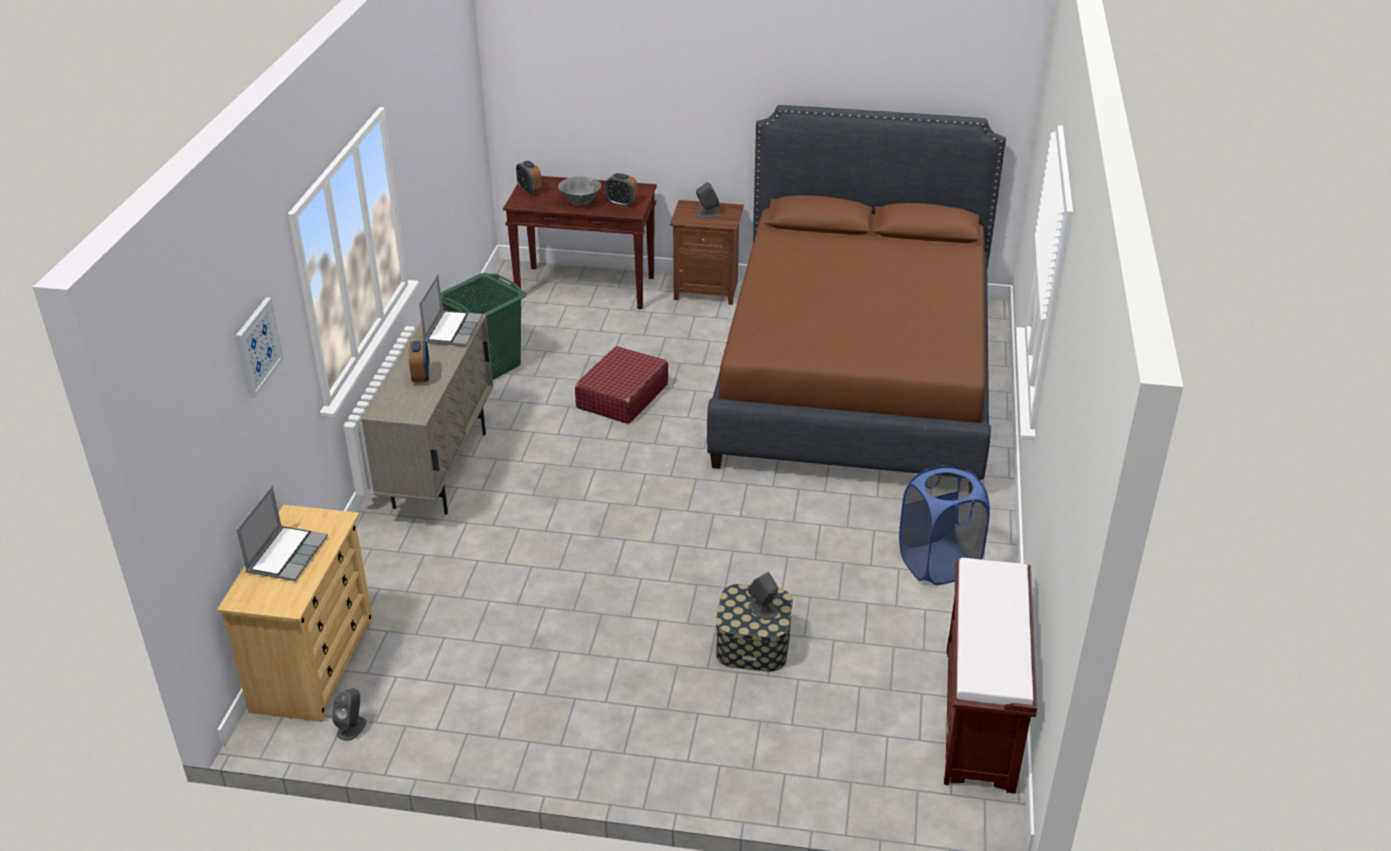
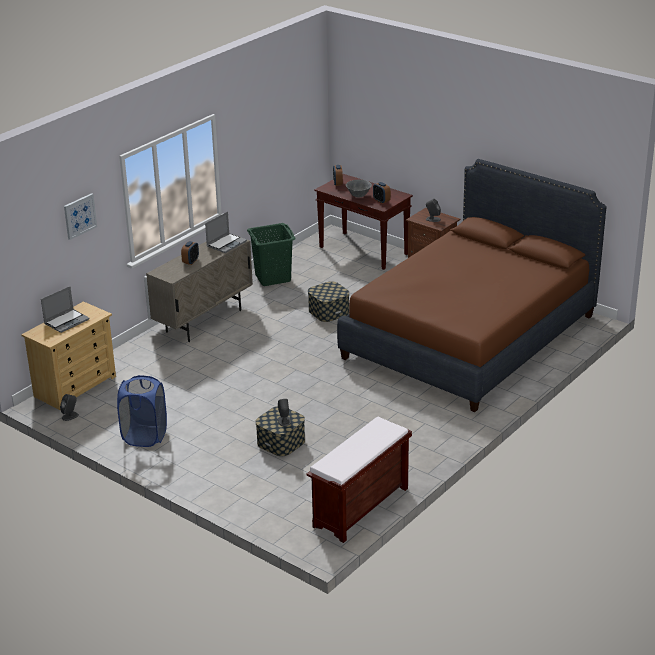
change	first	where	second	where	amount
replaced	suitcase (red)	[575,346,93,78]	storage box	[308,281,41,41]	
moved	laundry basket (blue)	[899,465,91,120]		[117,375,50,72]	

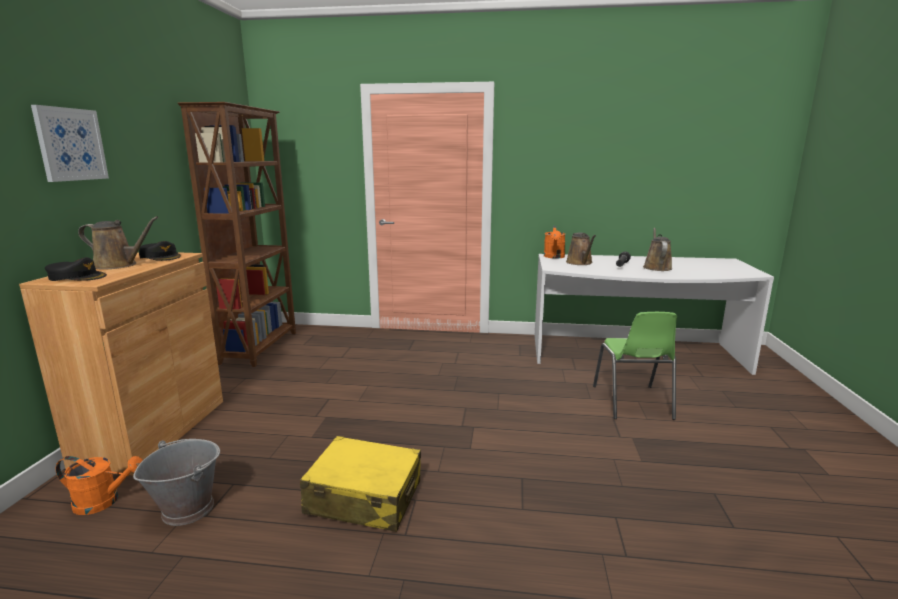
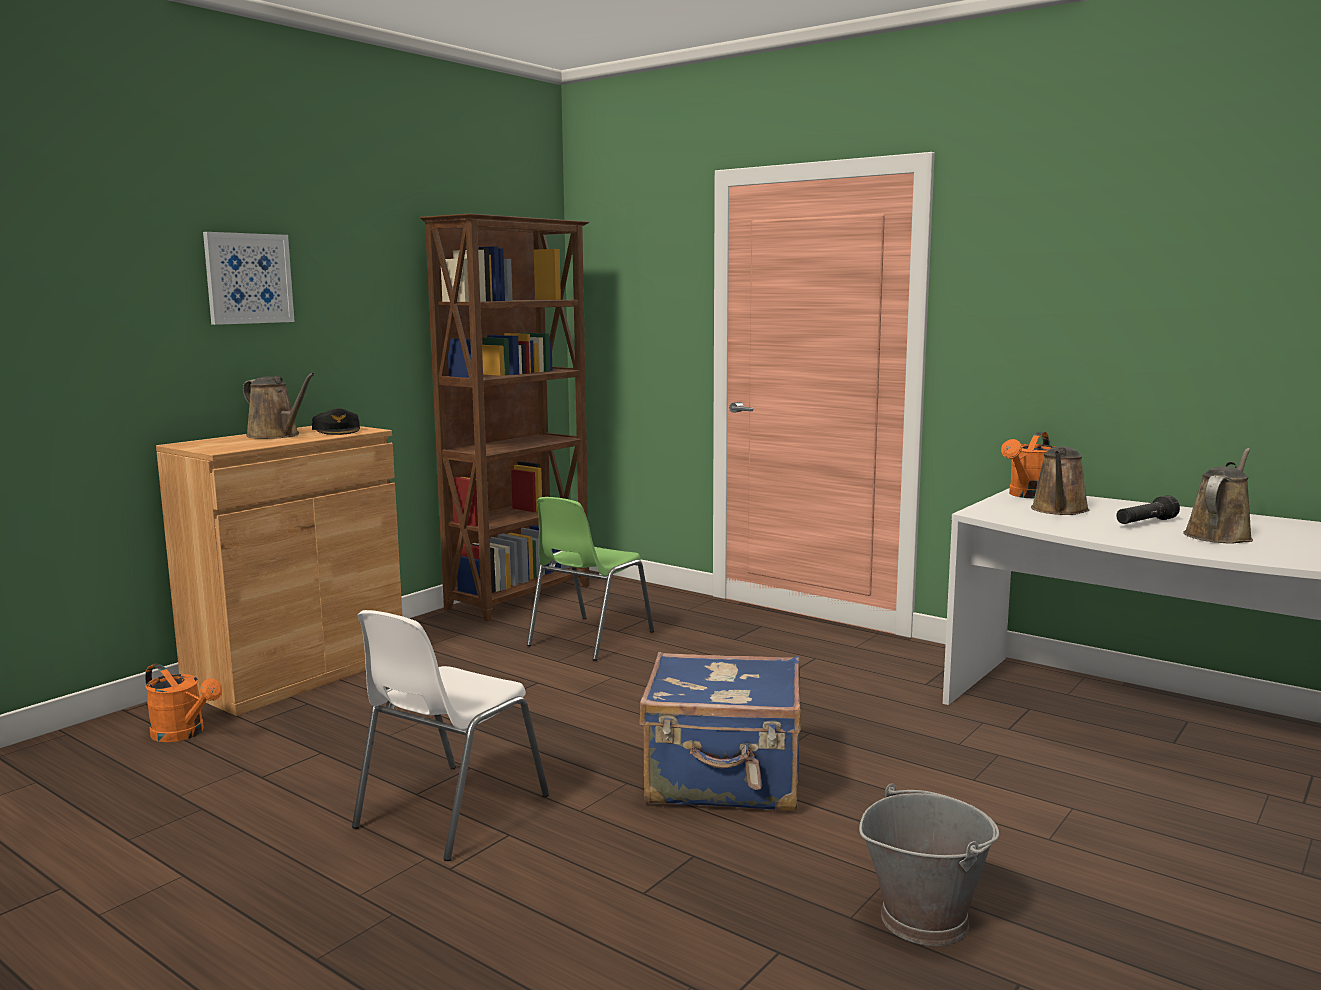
change	first	where	second	where	amount
removed	cap (black)	[45,257,62,24]			
moved	chair (green)	[593,312,84,108]		[527,497,127,164]	
replaced	suitcase (yellow)	[300,436,121,96]	chair (white)	[352,610,197,251]	
moved	bucket (grey)	[133,439,87,87]		[859,784,140,162]	
added			suitcase (blue)	[639,652,162,159]	

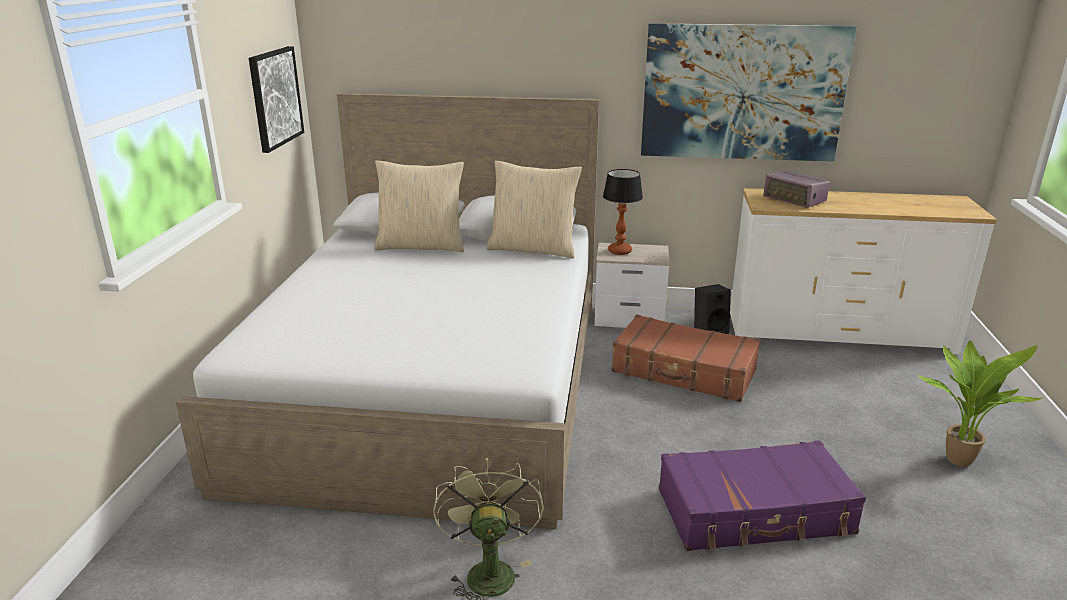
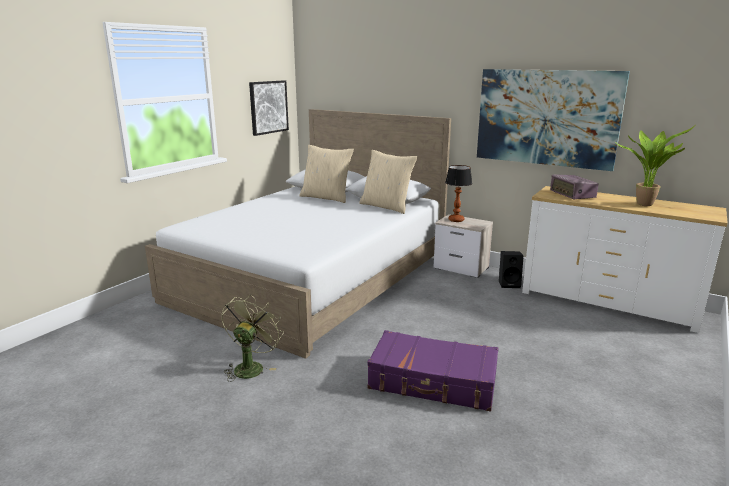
change	first	where	second	where	amount
removed	suitcase (brown)	[611,315,150,87]			
moved	potted plant	[917,341,127,126]		[615,125,81,81]	

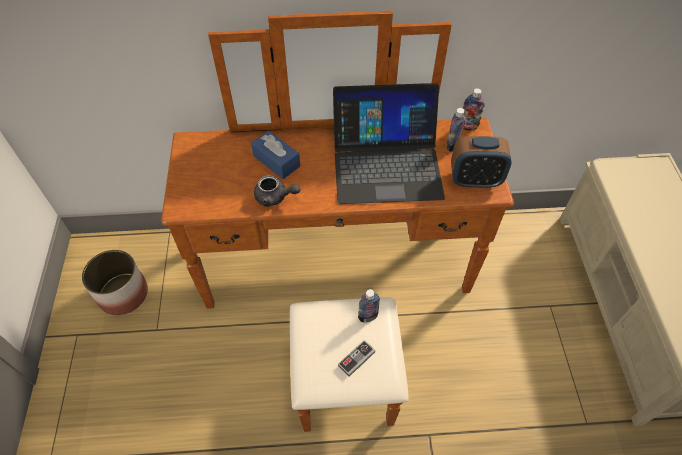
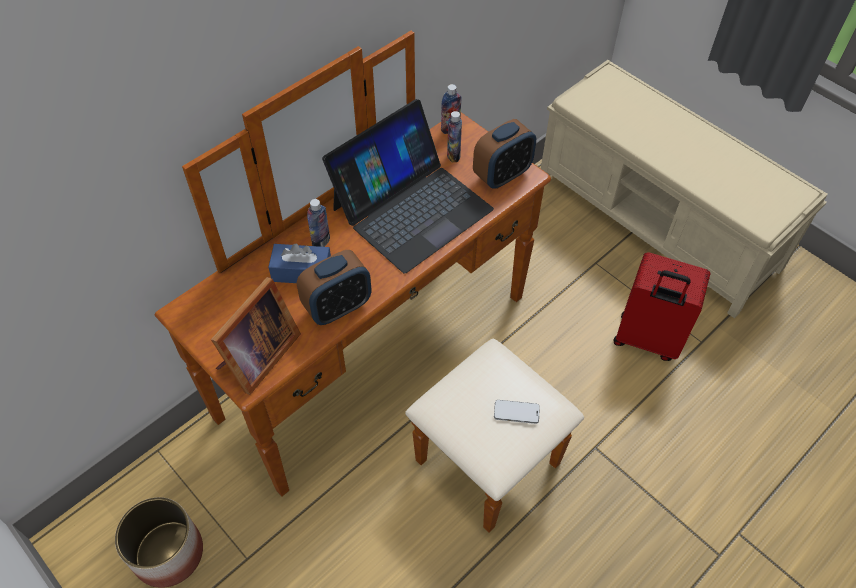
change	first	where	second	where	amount
replaced	teapot (grey)	[254,175,46,32]	alarm clock	[297,250,74,75]	
moved	bottle	[358,289,22,33]		[307,199,23,48]	
replaced	game controller	[338,340,37,36]	phone	[494,400,46,24]	
added			suitcase (red)	[613,252,97,109]	
added			picture frame	[211,277,90,118]	

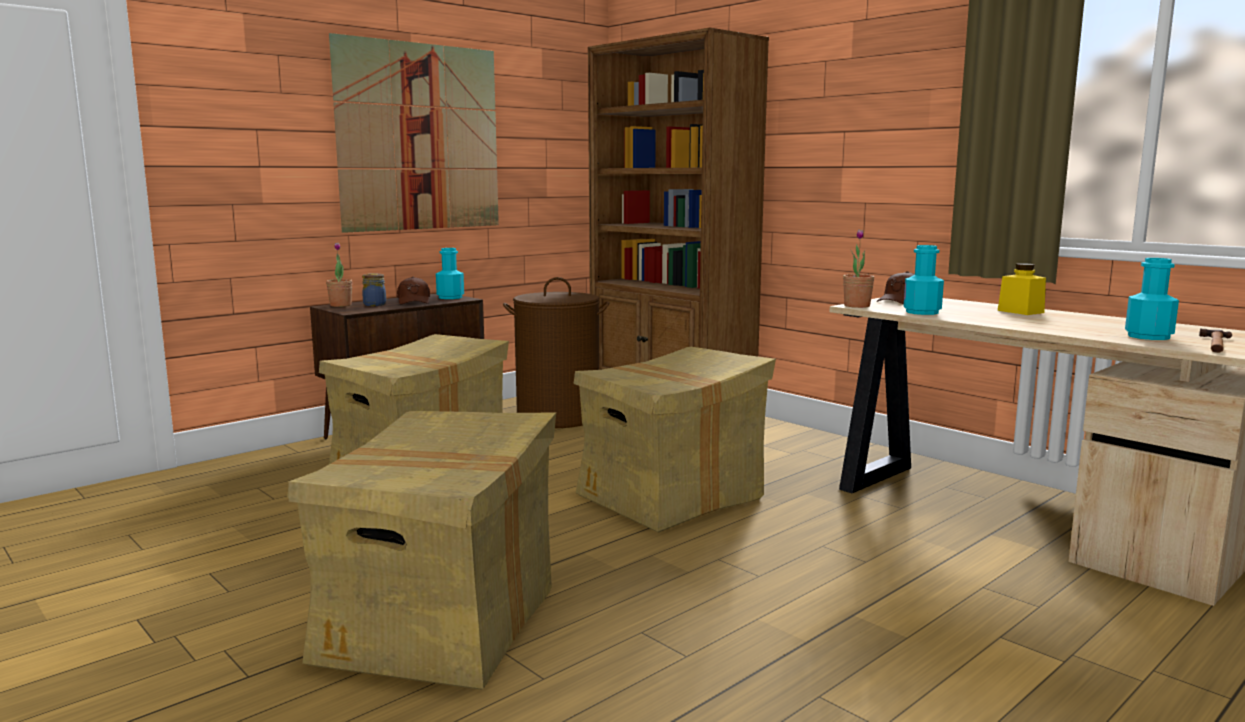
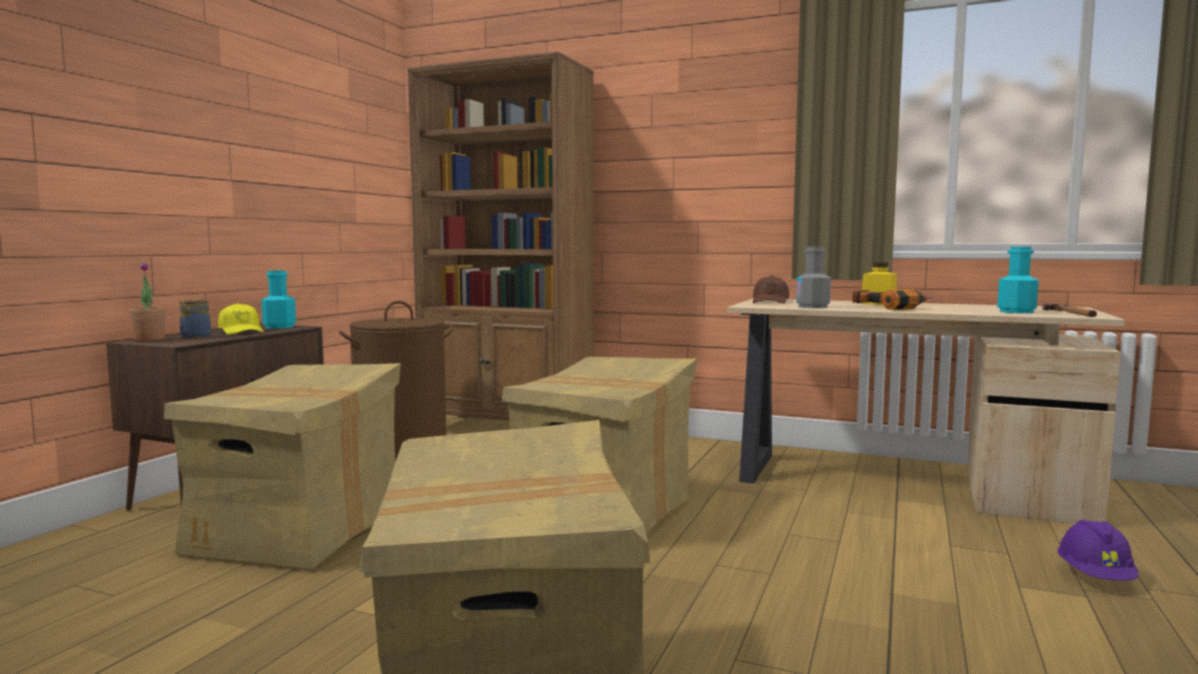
change	first	where	second	where	amount
removed	picture	[329,33,170,200]			
removed	potted plant	[843,229,31,79]			
recoloured	bottle (turquoise)	[903,245,41,70]	bottle (grey)	[796,247,35,61]	
recoloured	cap (brown)	[397,277,33,27]	cap (yellow)	[218,303,46,32]	
added			power drill	[852,288,81,22]	
added			hard hat (purple)	[1058,520,81,61]	

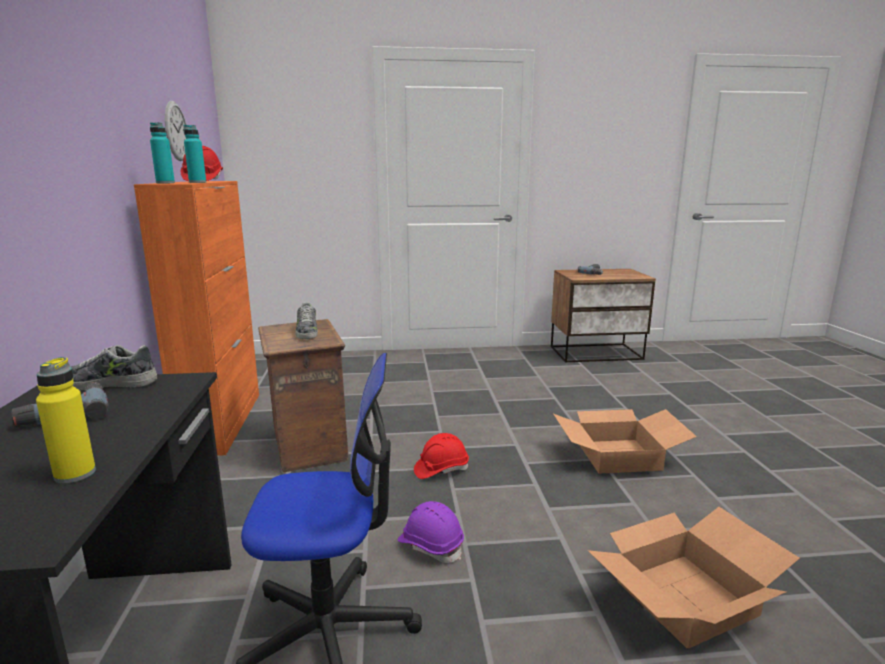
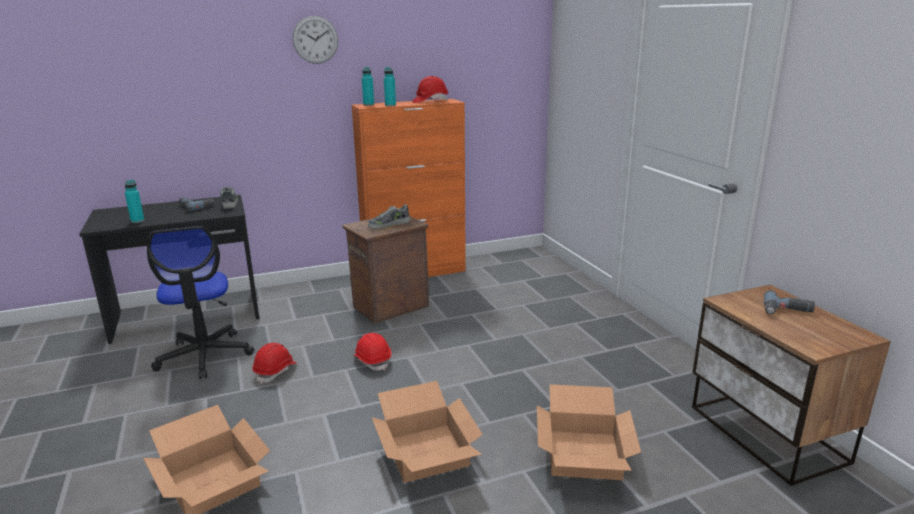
change	first	where	second	where	amount
moved	wall clock	[165,101,21,60]		[292,16,46,48]	
recoloured	bottle (yellow)	[36,357,60,127]	bottle (turquoise)	[125,180,19,43]	
recoloured	hard hat (purple)	[397,501,67,62]	hard hat (red)	[252,343,45,41]	
added			cardboard box	[537,384,104,96]	

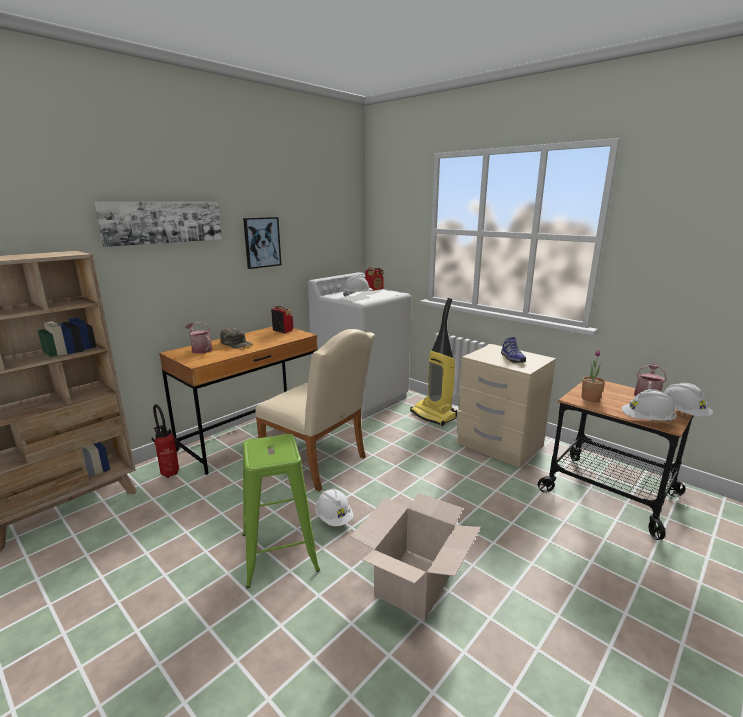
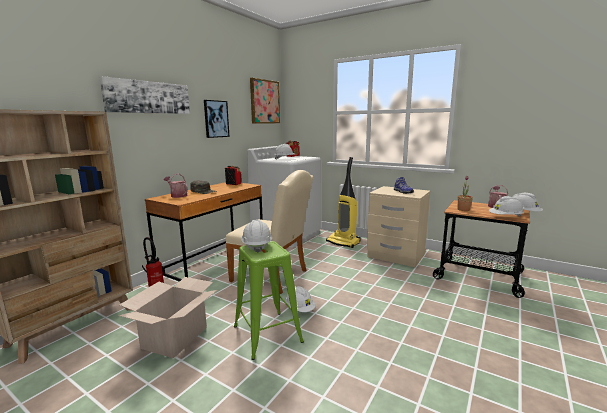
change	first	where	second	where	amount
moved	cardboard box	[350,493,131,128]		[119,277,98,81]	
added			picture	[250,78,30,46]	
added			hard hat (white)	[241,219,31,34]	

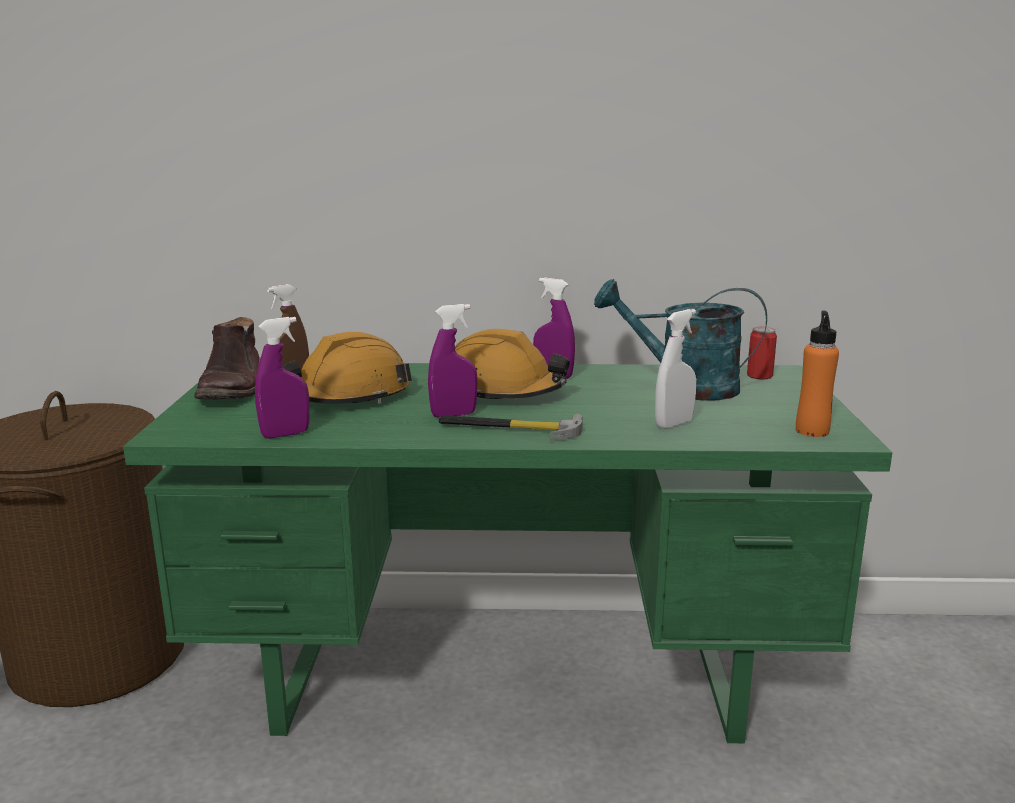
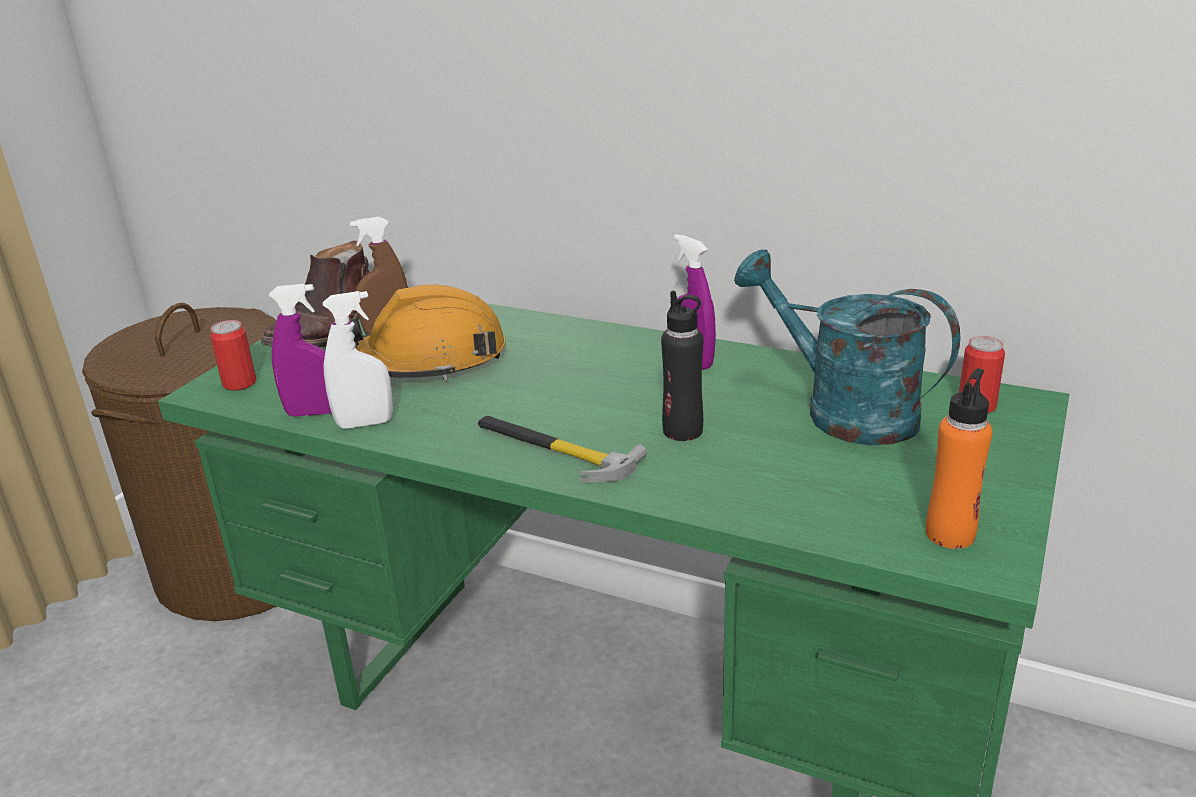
change	first	where	second	where	amount
removed	spray bottle (purple)	[428,304,49,114]			
moved	spray bottle (white)	[655,309,41,120]		[323,291,70,138]	
removed	hard hat (orange)	[455,329,115,70]			
added			bottle (black)	[661,291,42,150]	
added			can	[210,320,47,71]	

